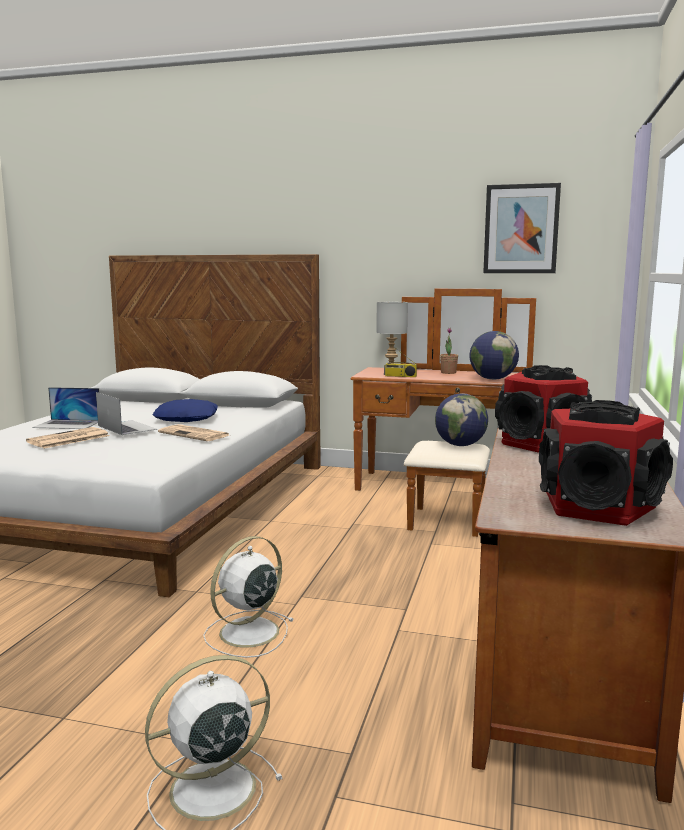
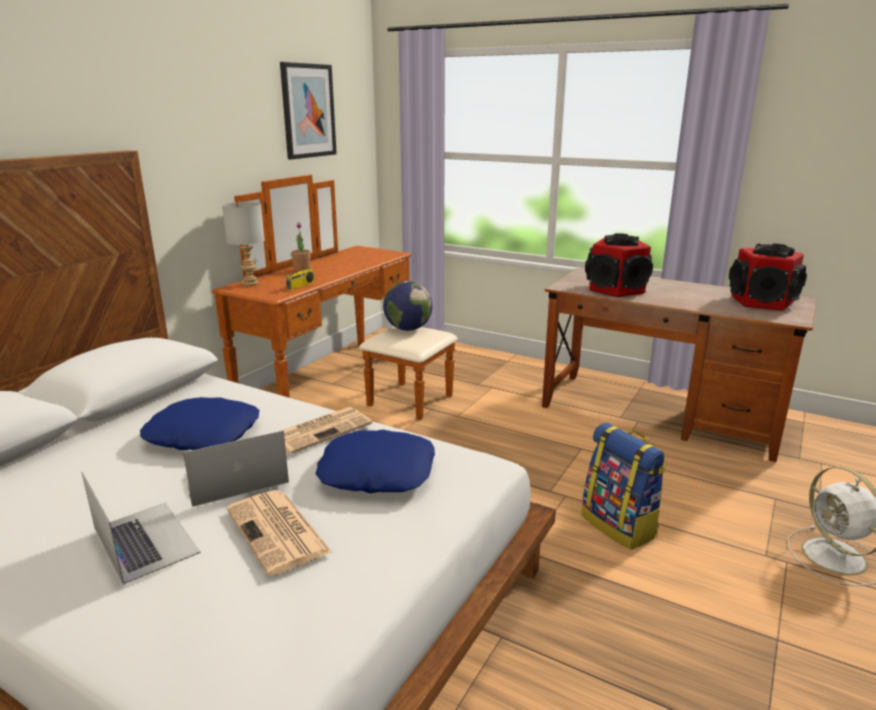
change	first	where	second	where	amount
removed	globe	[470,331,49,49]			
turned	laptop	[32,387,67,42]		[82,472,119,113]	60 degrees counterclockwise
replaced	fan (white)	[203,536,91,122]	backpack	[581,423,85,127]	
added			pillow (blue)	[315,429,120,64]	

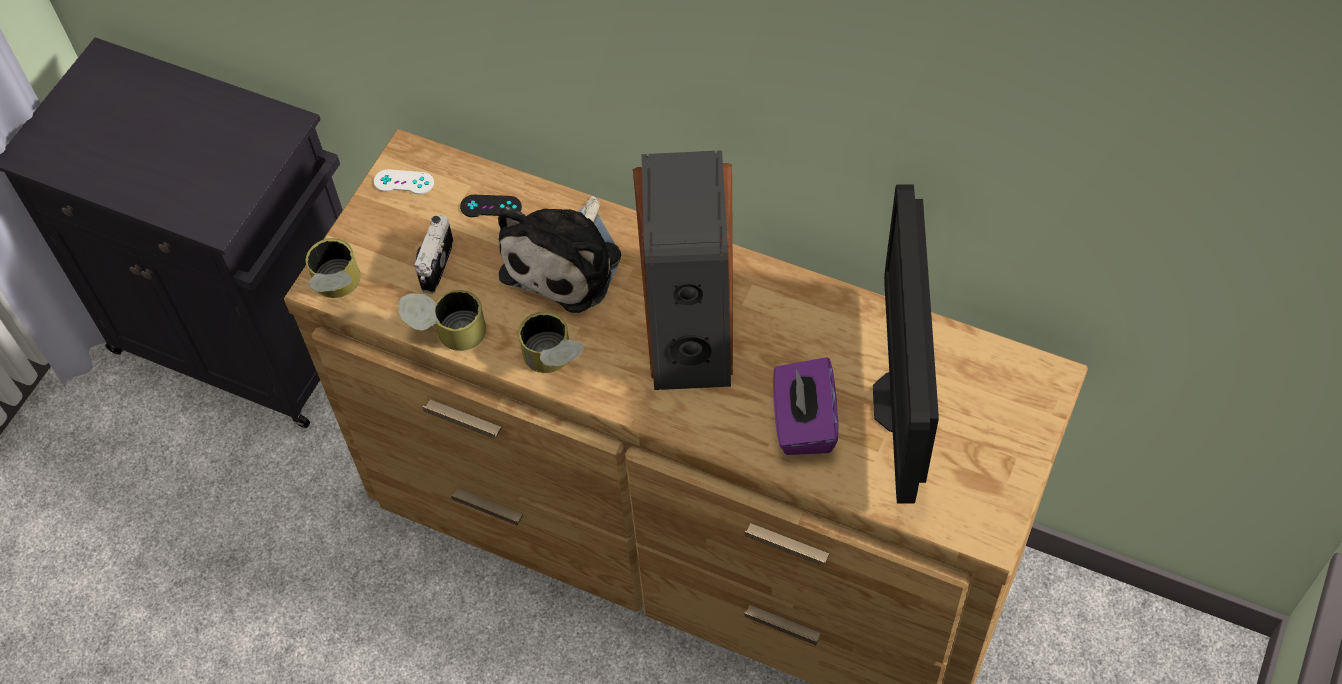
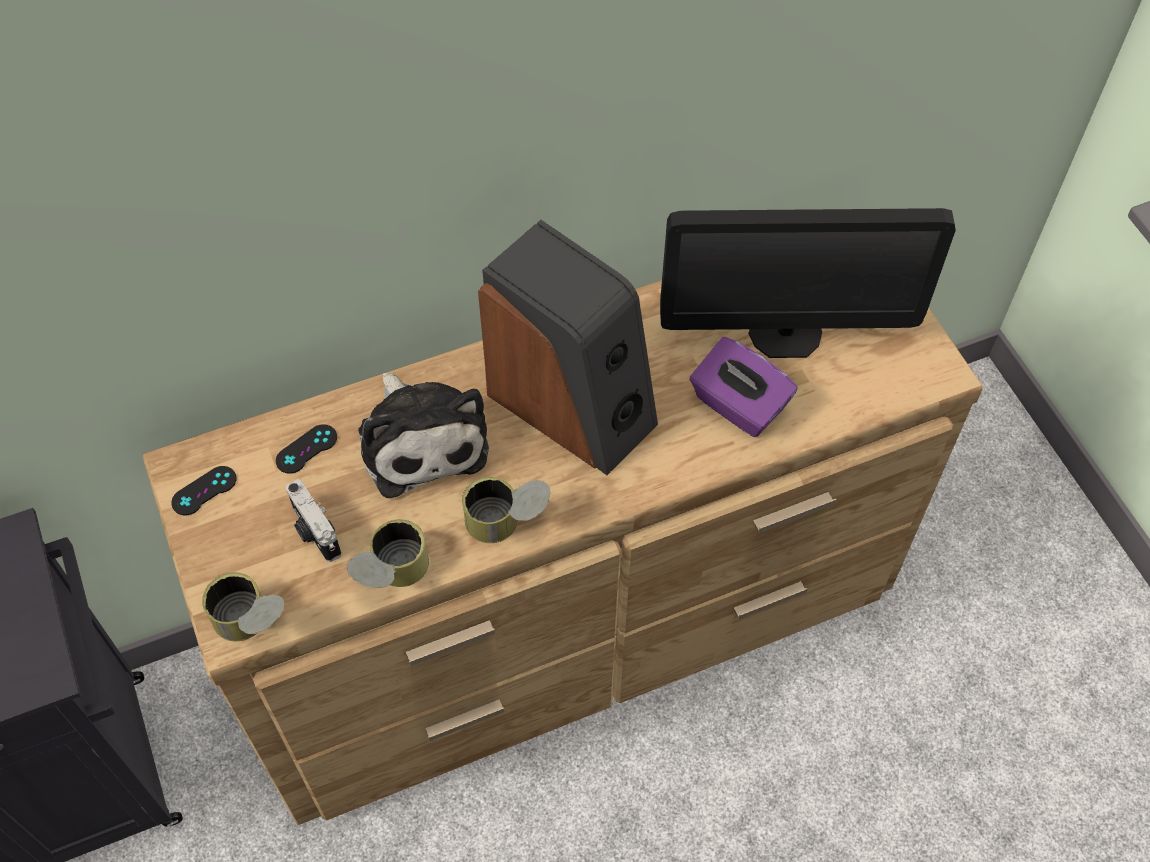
change	first	where	second	where	amount
recoloured	game controller (white)	[374,169,60,25]	game controller (black)	[171,466,66,49]	
turned	monitor	[873,185,66,319]		[660,208,296,150]	45 degrees counterclockwise

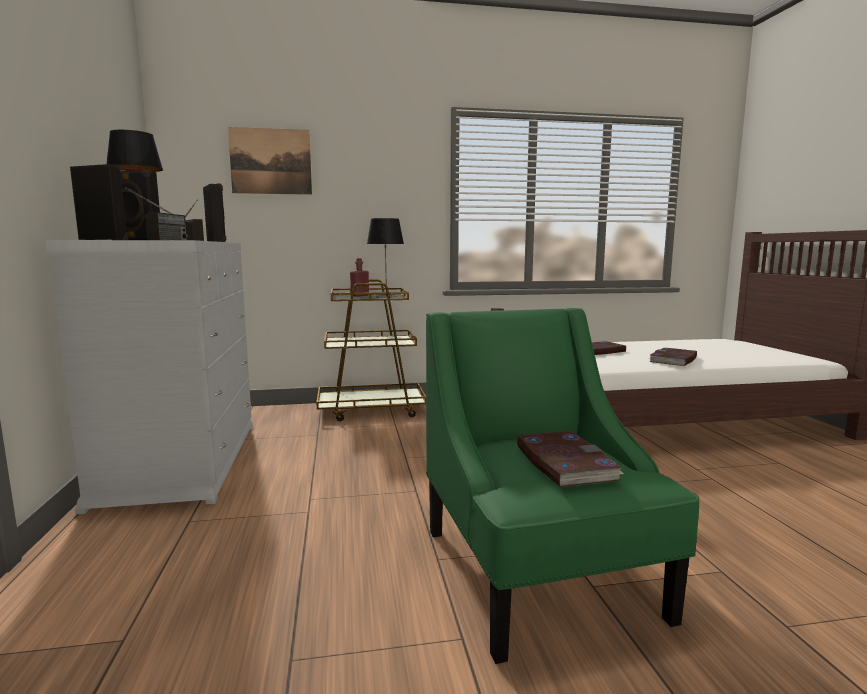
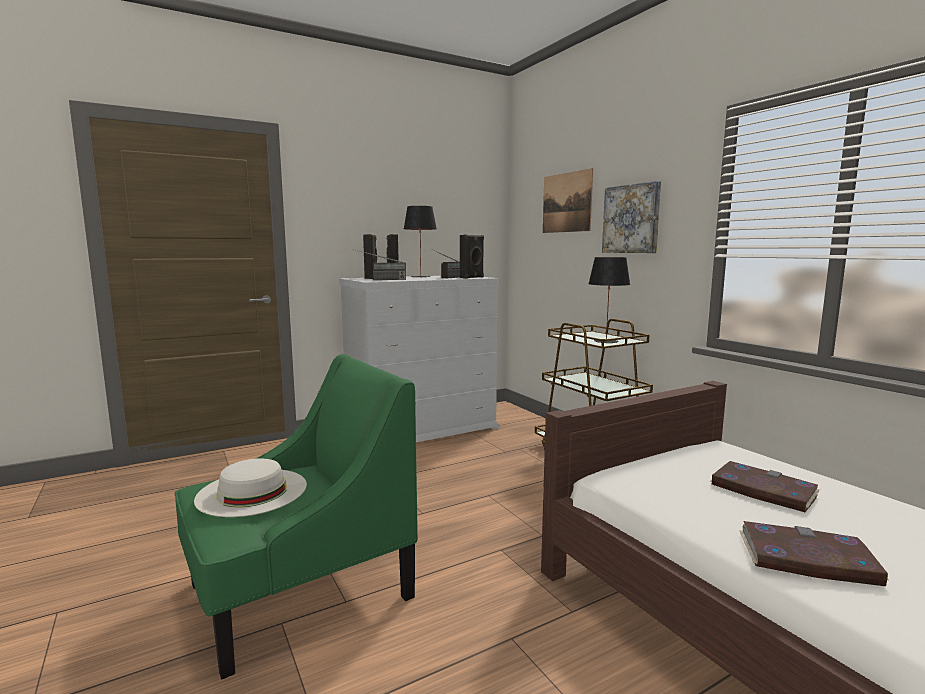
change	first	where	second	where	amount
removed	bottle (red)	[350,258,19,39]			
replaced	book	[517,431,107,56]	hat (white)	[194,458,113,59]	
added			picture	[602,181,59,72]	

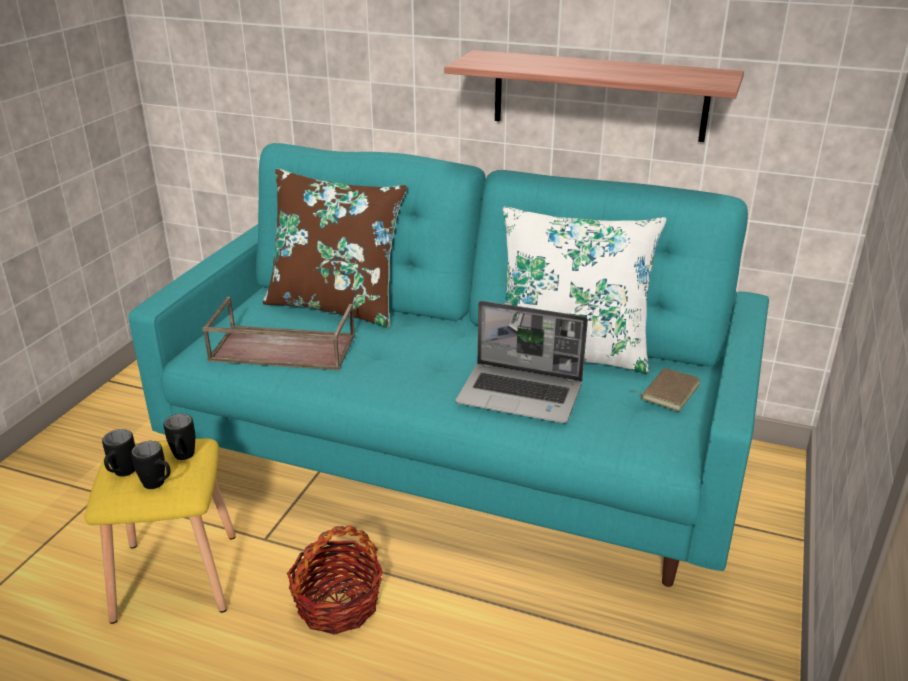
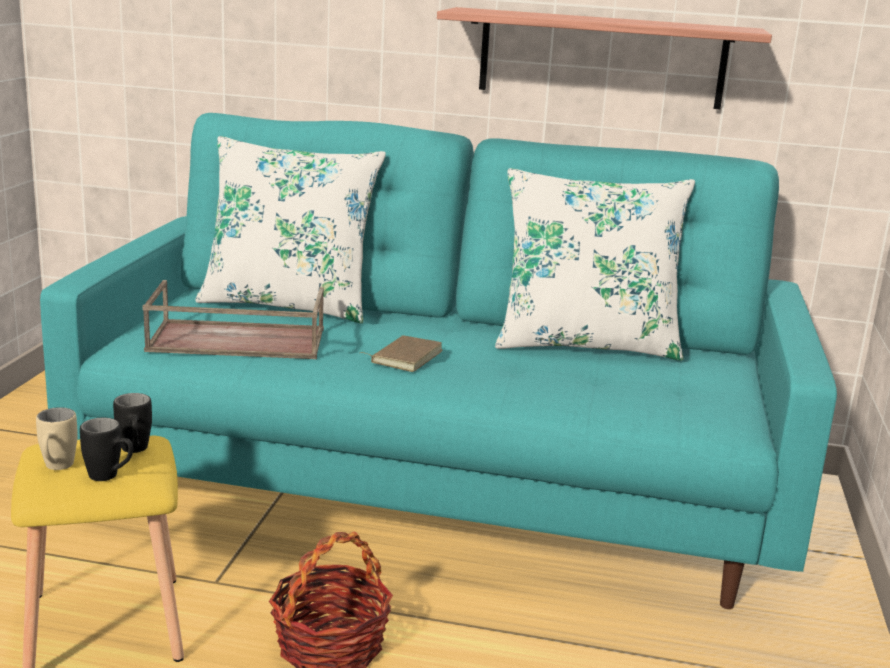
change	first	where	second	where	amount
recoloured	pillow (brown)	[263,168,144,160]	pillow (white)	[195,136,191,187]	
removed	laptop	[456,301,132,122]			
moved	book (brown)	[632,368,68,43]		[360,335,83,37]	
recoloured	mug (black)	[102,429,33,48]	mug (beige)	[36,407,42,63]	

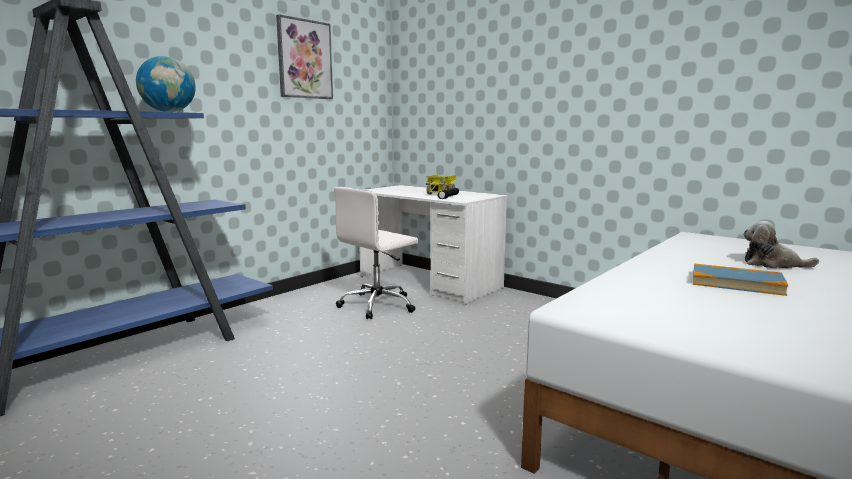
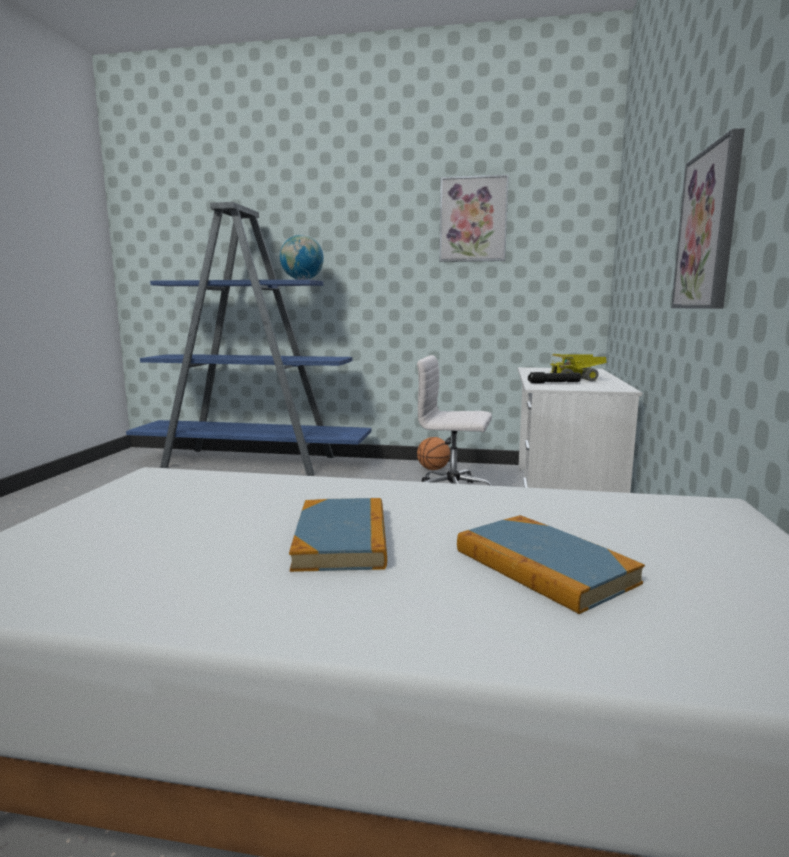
change	first	where	second	where	amount
replaced	plush toy	[743,221,76,47]	book	[457,515,188,99]	
added			picture	[671,128,74,181]	
added			basketball	[417,437,33,33]	

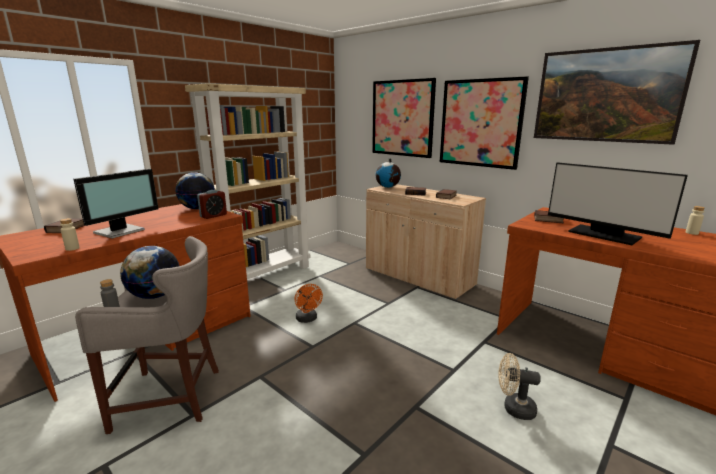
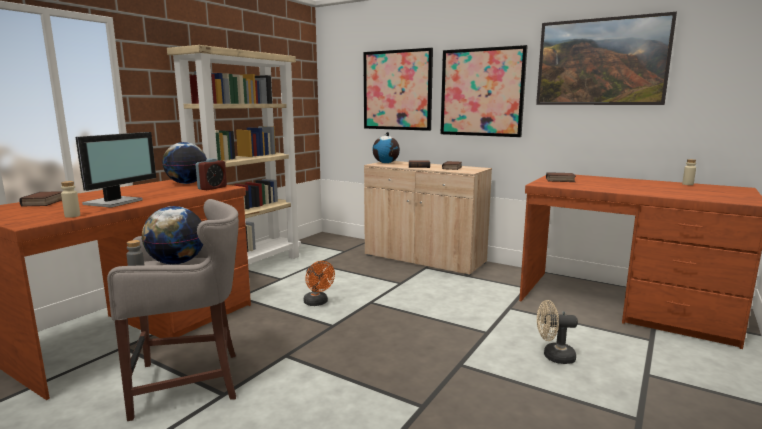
change	first	where	second	where	amount
removed	monitor	[548,162,140,83]			

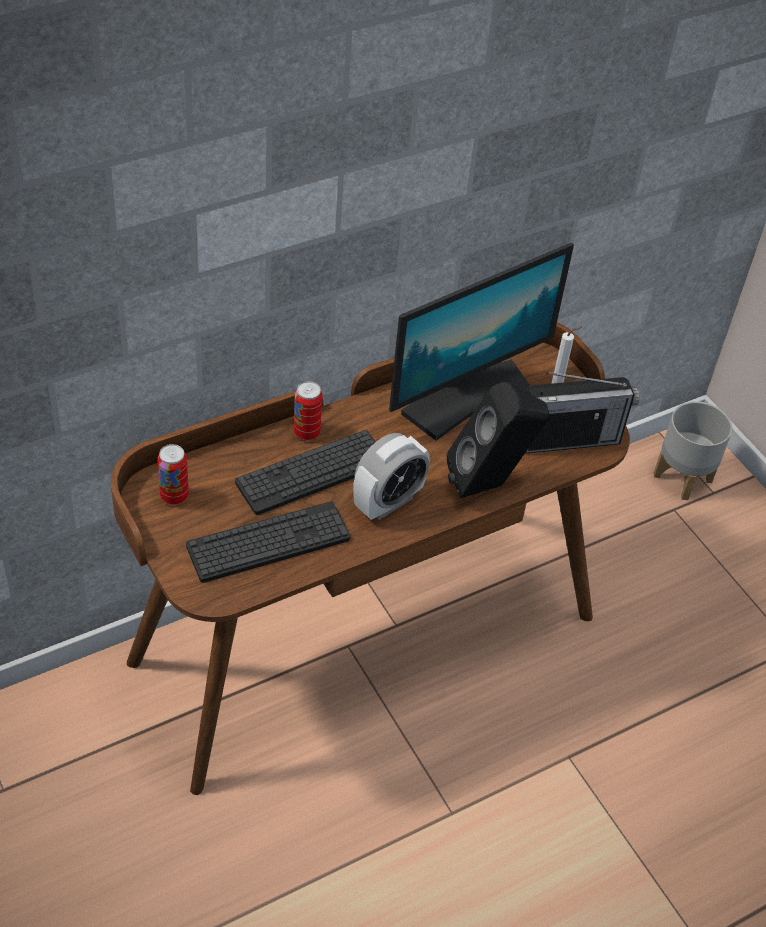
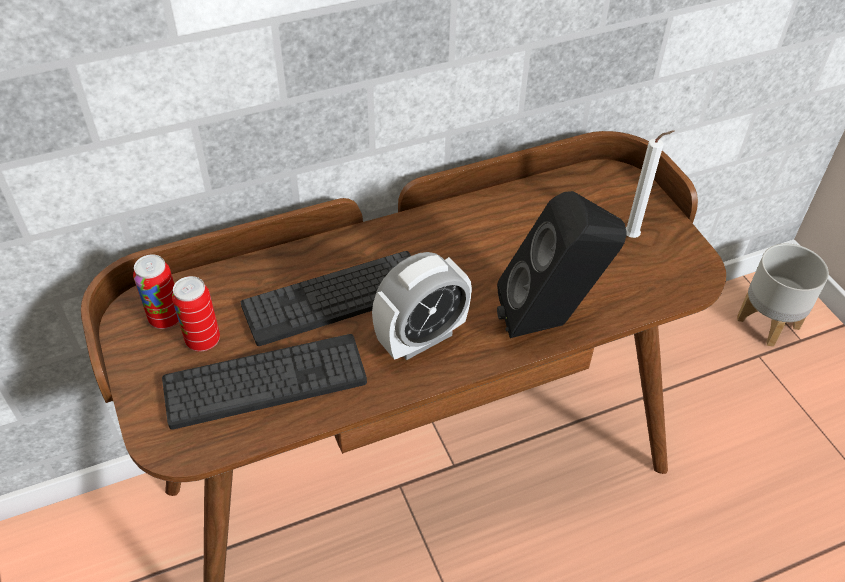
change	first	where	second	where	amount
removed	monitor	[389,243,185,198]			
removed	radio	[525,372,115,82]			
moved	can	[294,381,29,60]		[172,276,48,76]	

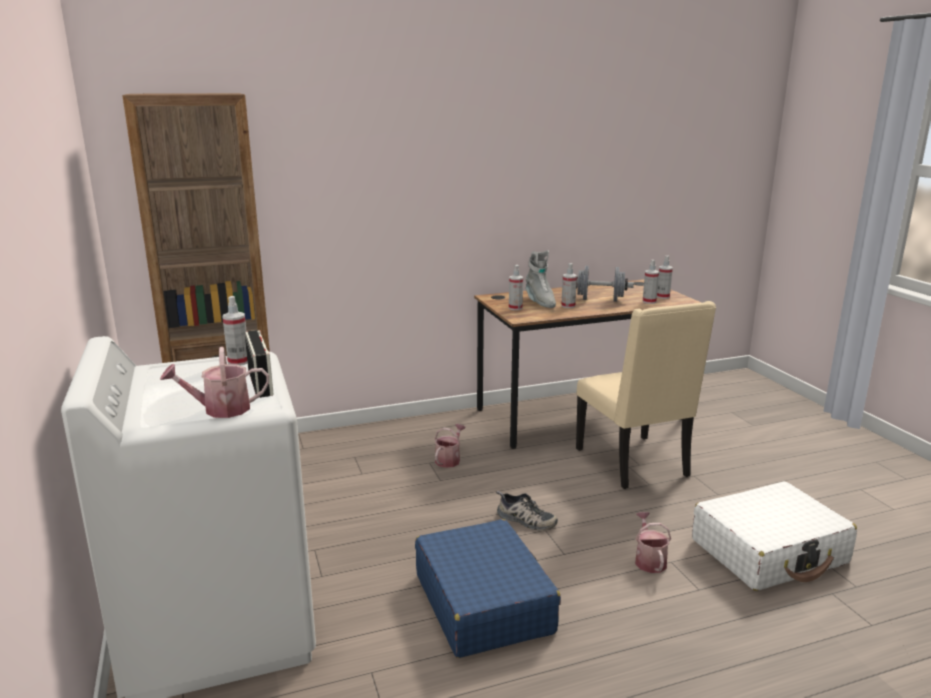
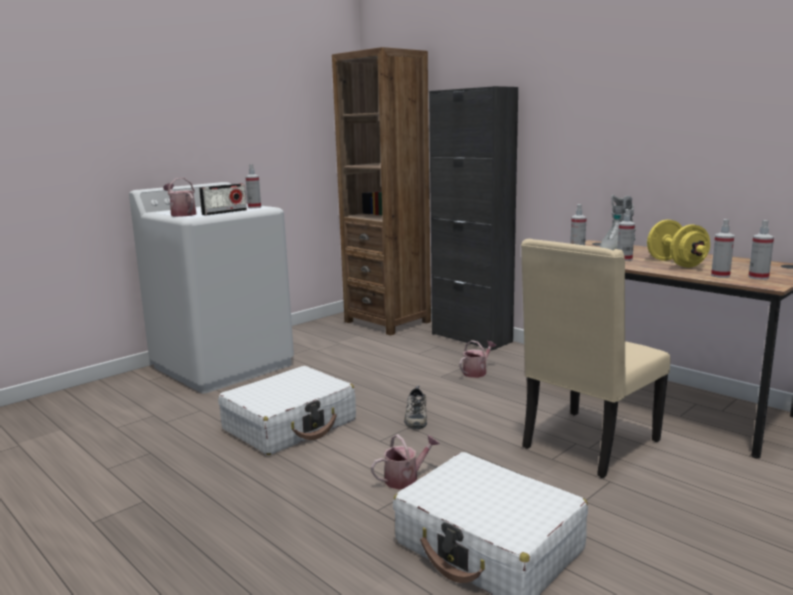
change	first	where	second	where	amount
recoloured	dumbbell (grey)	[576,266,58,36]	dumbbell (yellow)	[647,220,63,48]	
turned	watering can	[435,424,31,44]		[459,340,37,38]	45 degrees counterclockwise
recoloured	suitcase (blue)	[415,519,146,139]	suitcase (white)	[218,366,138,89]	
added			cabinet (black)	[429,86,89,265]	

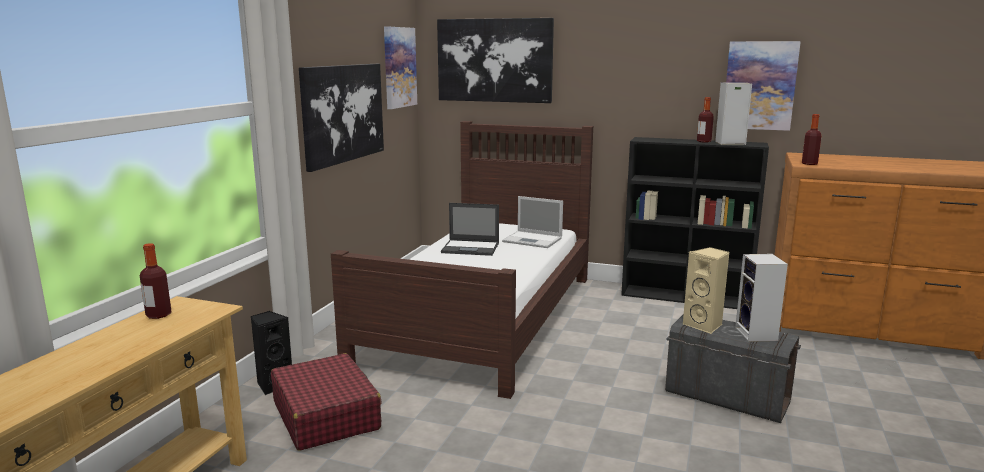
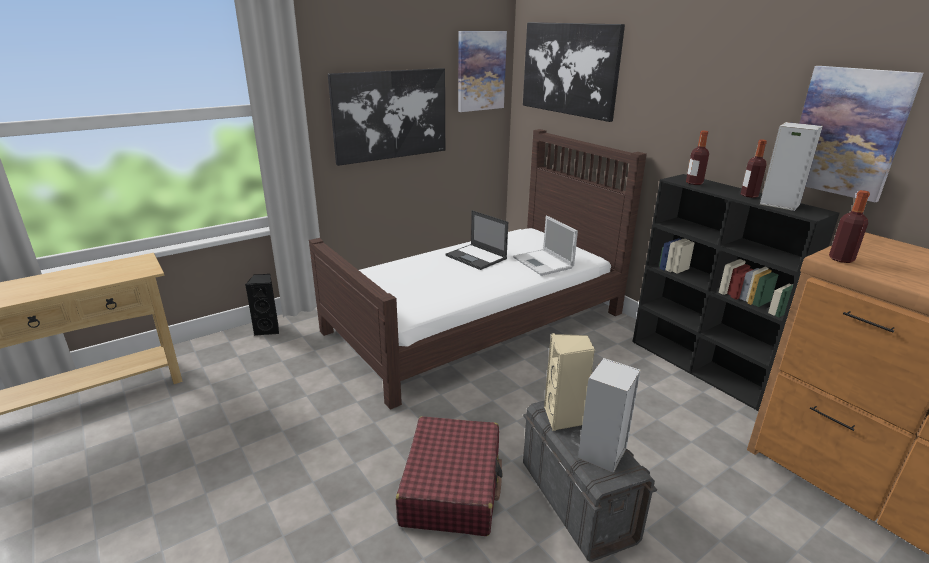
change	first	where	second	where	amount
moved	bottle	[140,243,32,76]		[686,131,23,54]	
moved	suitcase (red)	[271,353,111,98]		[396,416,107,120]	

